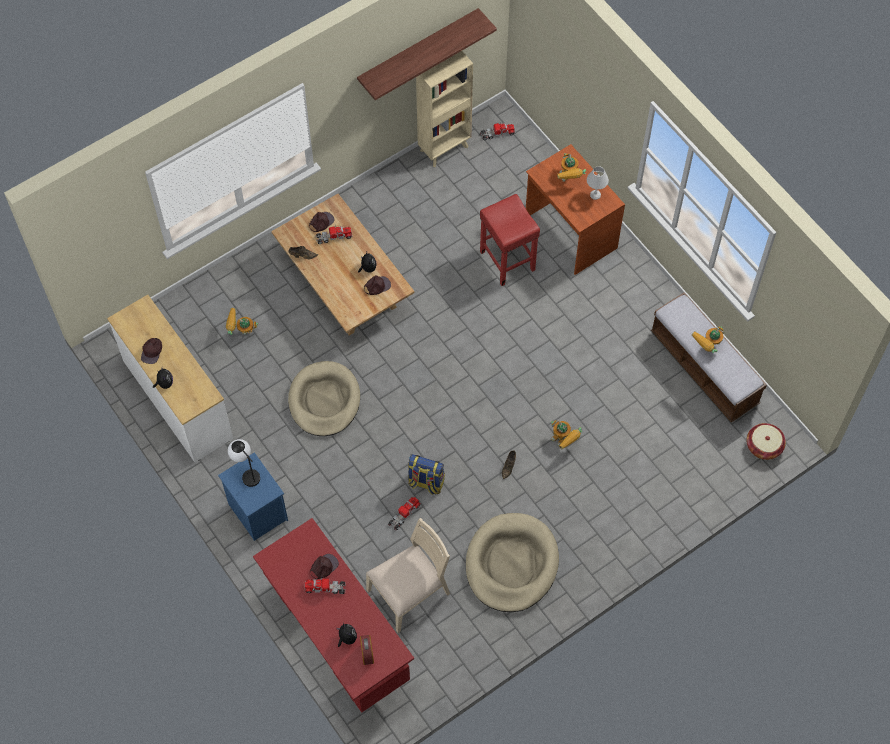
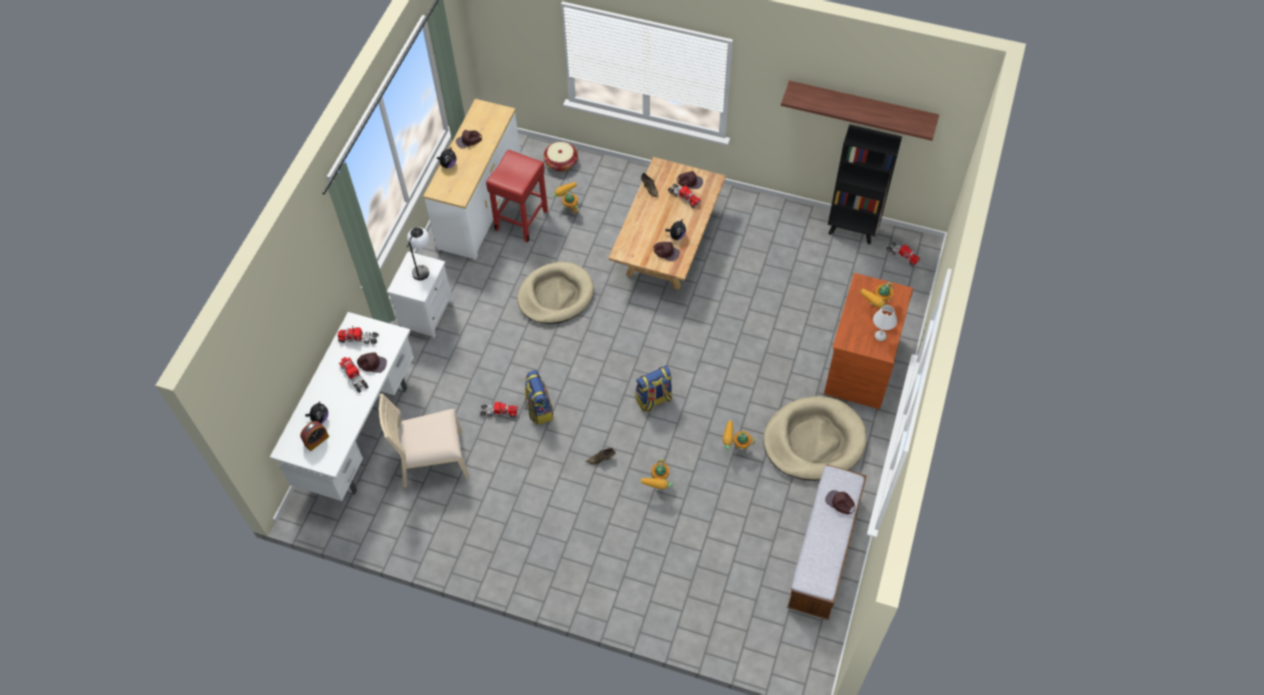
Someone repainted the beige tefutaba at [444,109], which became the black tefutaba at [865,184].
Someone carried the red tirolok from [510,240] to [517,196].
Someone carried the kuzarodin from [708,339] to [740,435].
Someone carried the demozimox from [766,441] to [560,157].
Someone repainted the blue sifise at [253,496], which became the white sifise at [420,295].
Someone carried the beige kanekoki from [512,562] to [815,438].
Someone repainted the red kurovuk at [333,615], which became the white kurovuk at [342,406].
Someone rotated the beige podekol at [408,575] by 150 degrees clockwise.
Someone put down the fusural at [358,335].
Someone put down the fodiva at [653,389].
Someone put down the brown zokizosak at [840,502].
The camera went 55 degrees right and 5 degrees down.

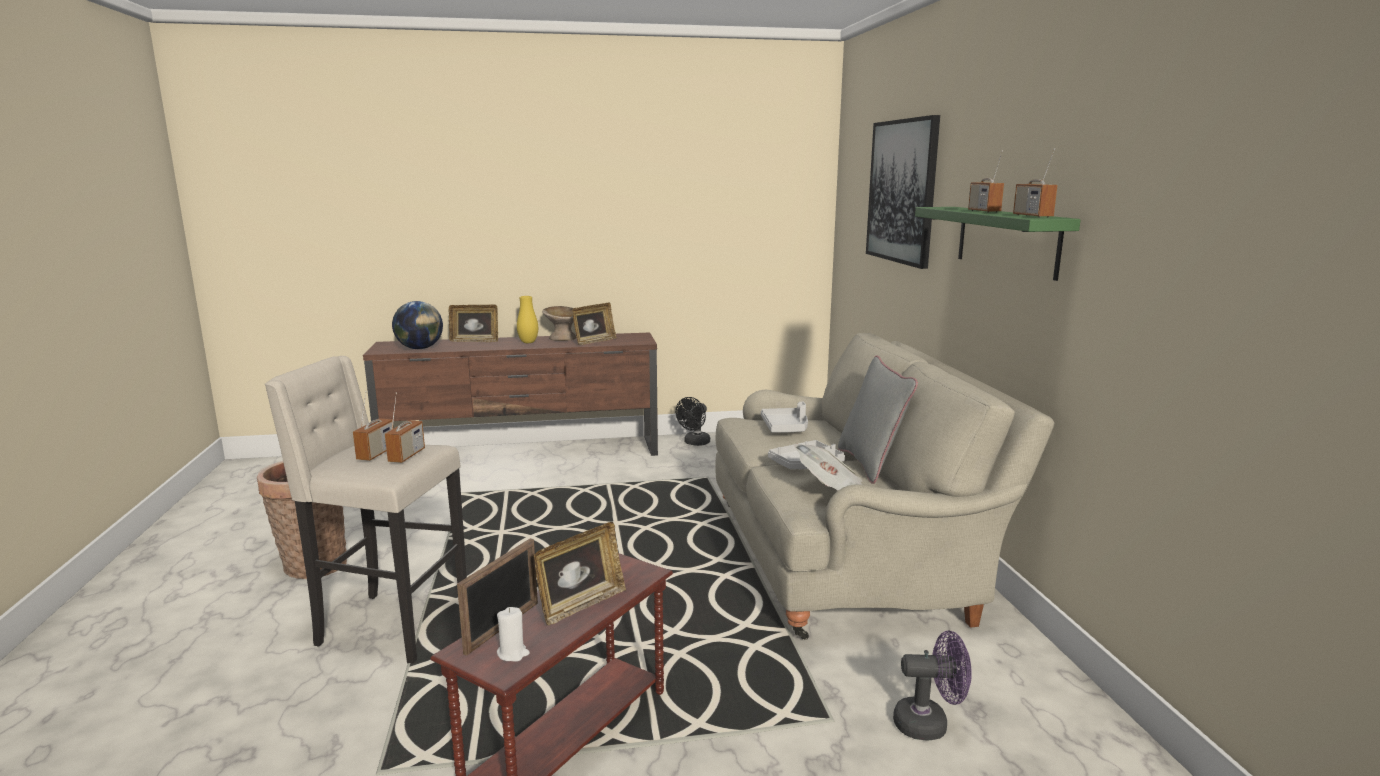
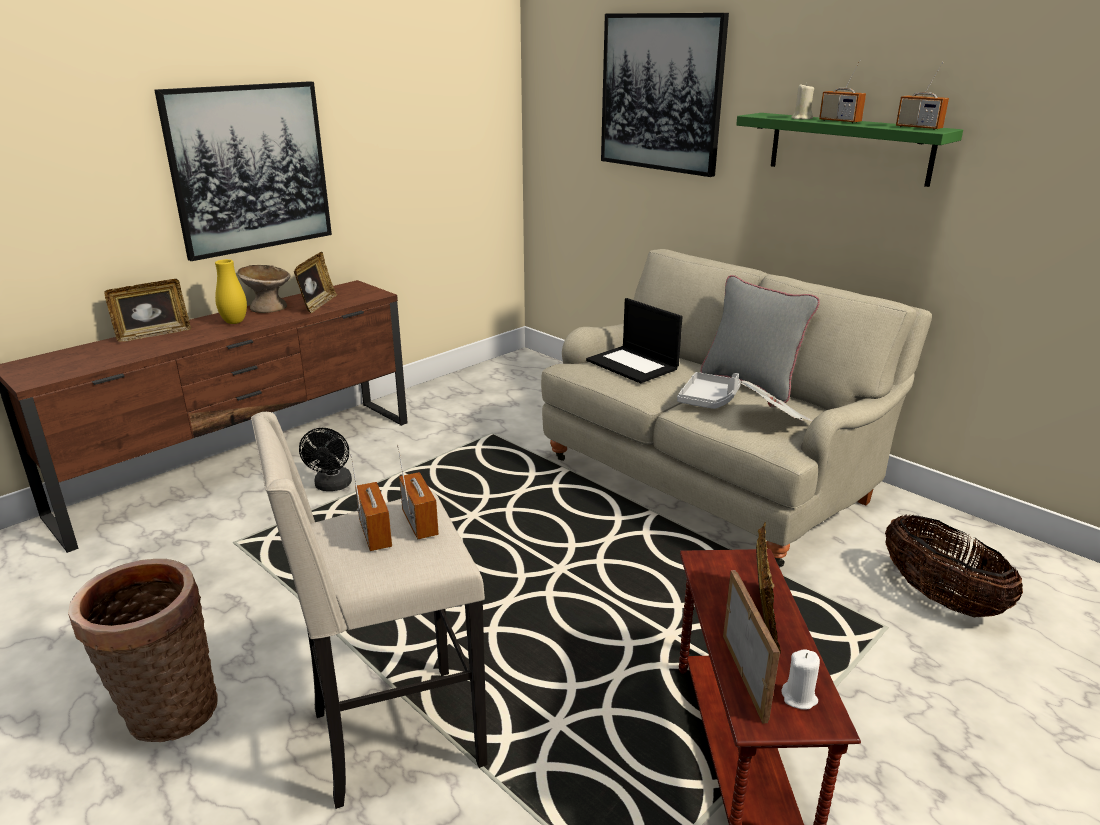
Someone took away the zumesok at [417,325].
Someone carried the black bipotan from [693,421] to [325,459].
Someone swapped the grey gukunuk at [784,416] for the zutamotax at [634,340].
Someone swapped the purple bipotan at [932,685] for the demozimox at [954,566].
Someone put up the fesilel at [243,171].
Someone put down the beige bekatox at [802,101].
The camera went 35 degrees left and 10 degrees up.

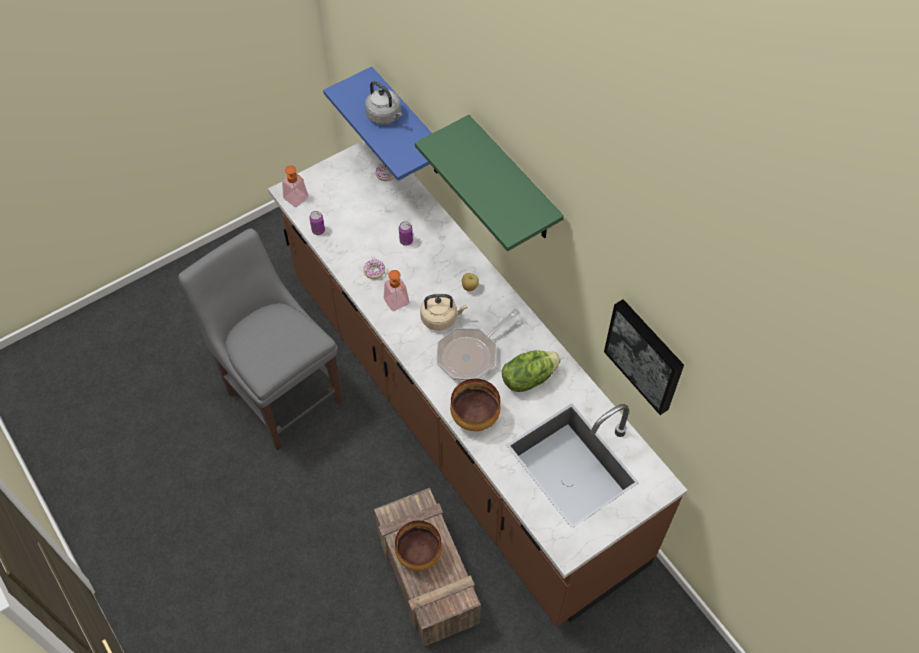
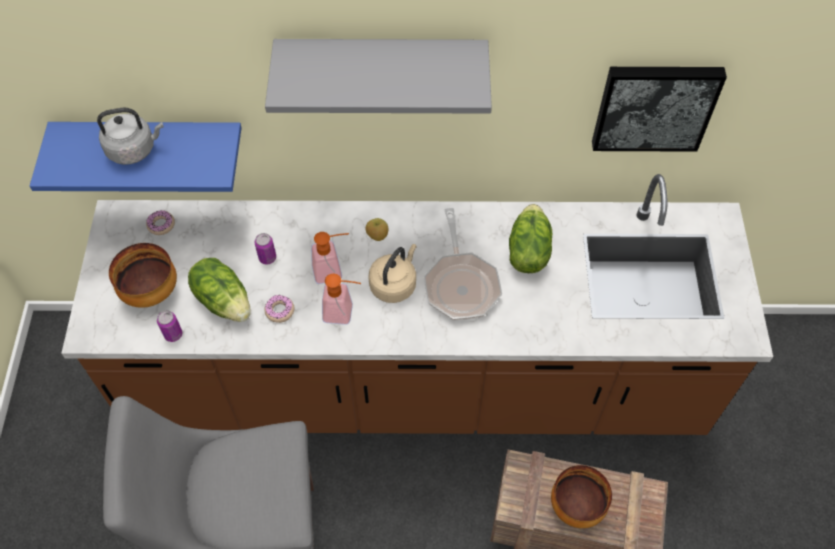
Someone repainted the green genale at [489,183], which became the grey genale at [378,76].
Someone carried the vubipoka from [295,186] to [330,258].
Someone carried the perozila from [475,405] to [143,275].
Someone put down the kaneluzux at [219,290].
The camera went 55 degrees left and 0 degrees up.

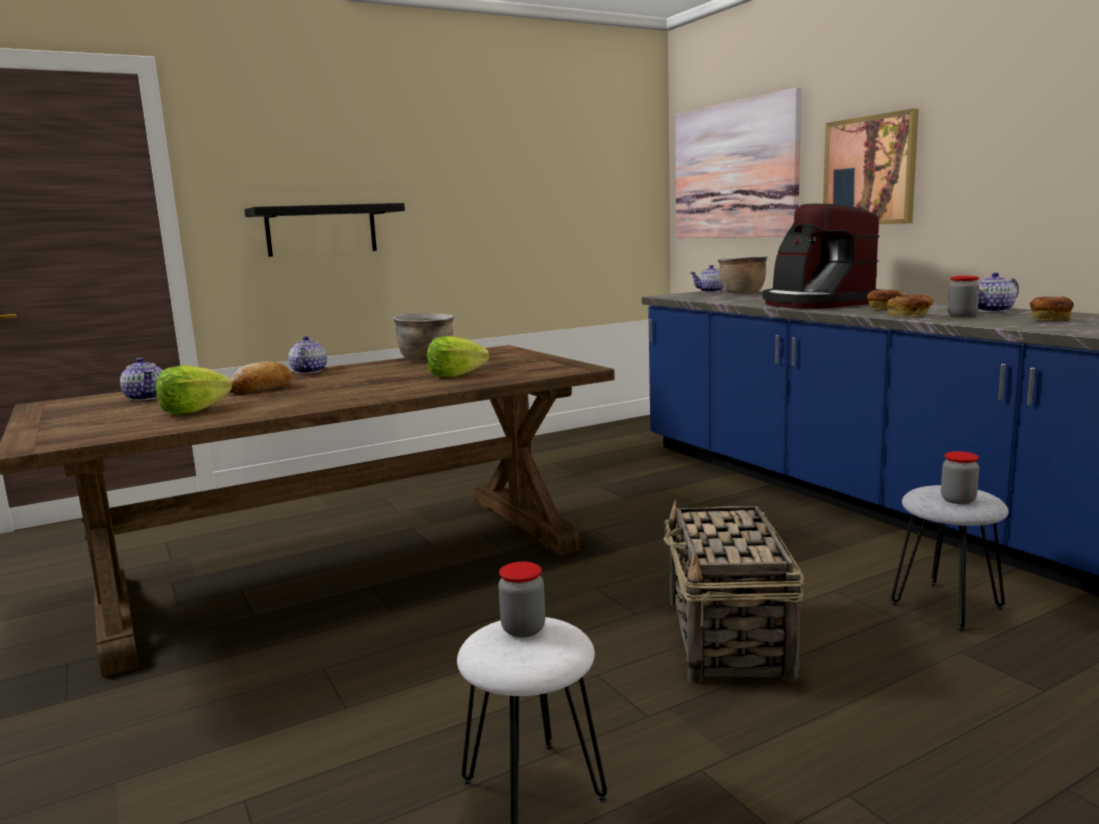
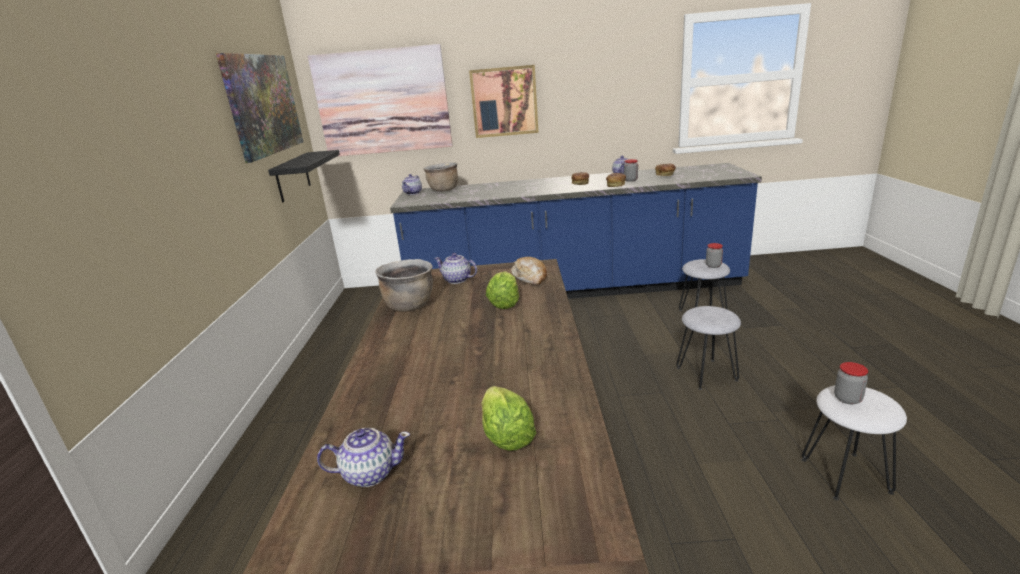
Someone carried the black genale from [324,230] to [304,176].
Someone took away the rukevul at [821,256].
Someone carried the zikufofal from [308,355] to [455,268].
Someone carried the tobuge from [261,377] to [529,271].
Someone swapped the demozimox at [734,591] for the grey tirolok at [708,348].
Someone put up the fesilel at [259,108].
The camera went 60 degrees left and 10 degrees up.

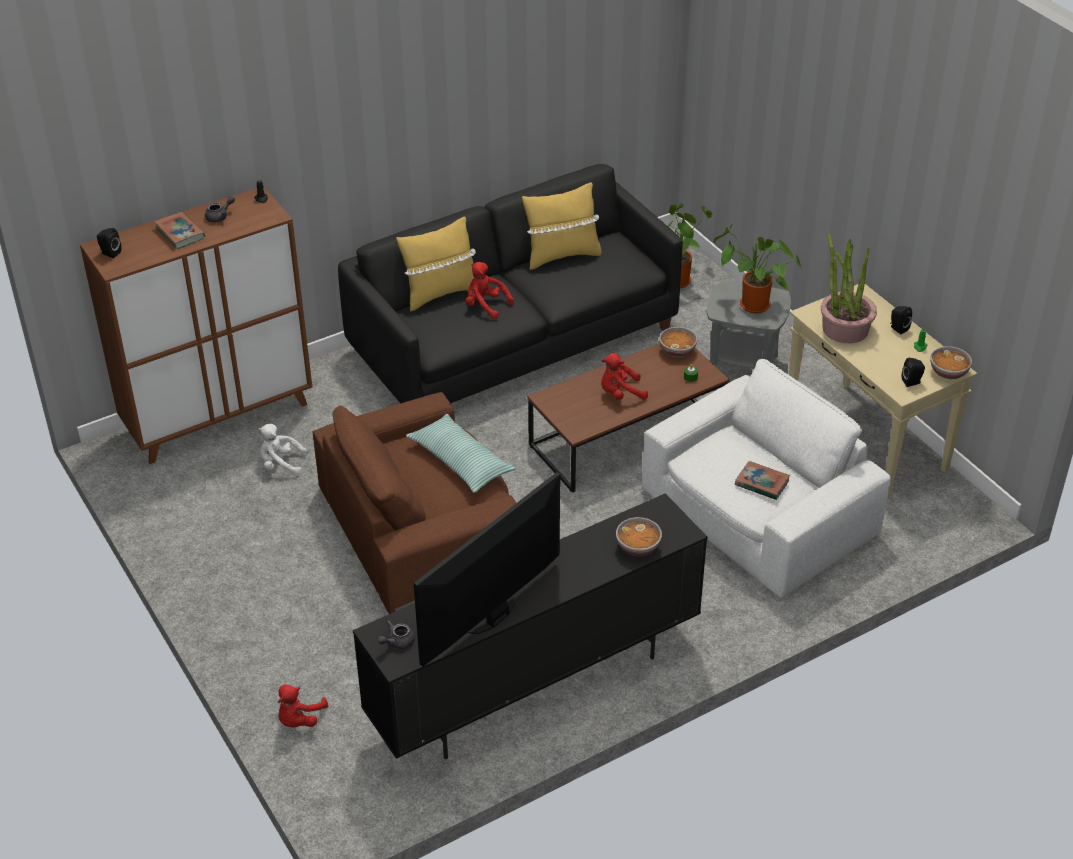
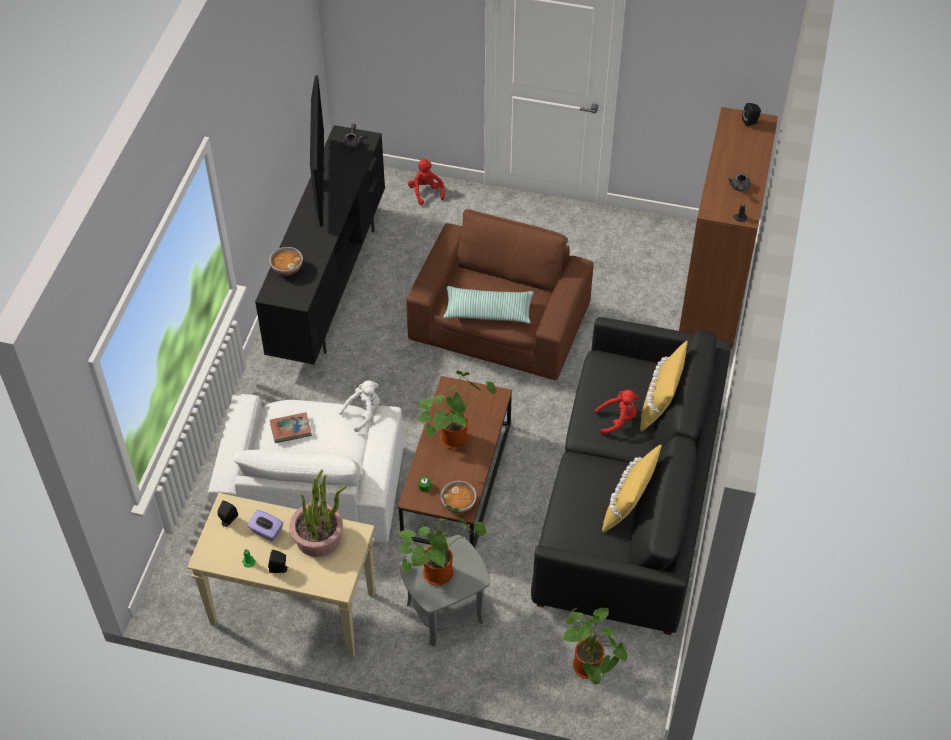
Someone took away the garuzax at [179,230].
Someone took away the perozila at [951,362].
Someone swapped the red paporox at [624,376] for the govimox at [457,410].
Someone carried the white paporox from [283,450] to [359,406].
Someone put down the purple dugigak at [265,525].
The camera went 135 degrees right and 10 degrees up.

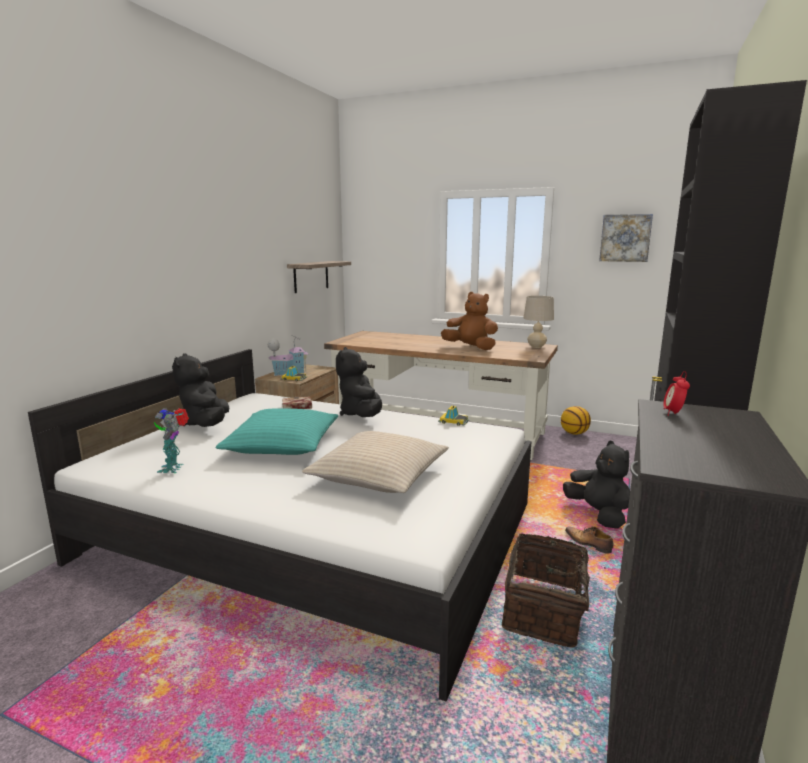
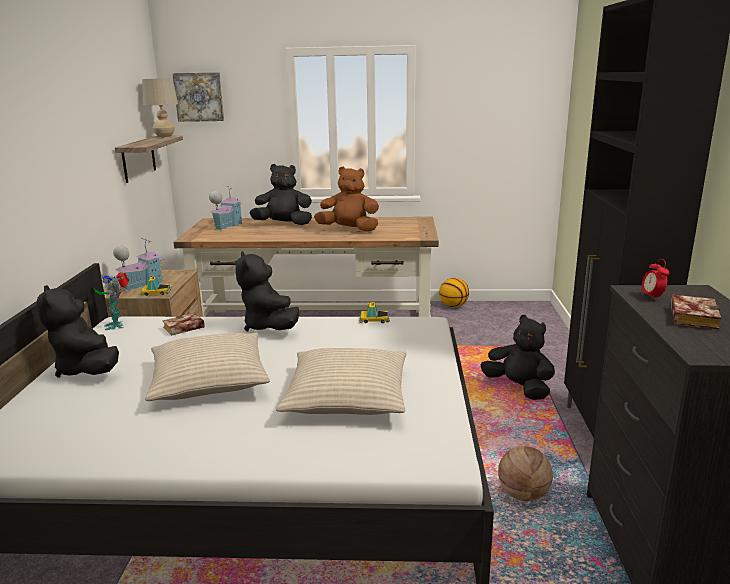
Someone carried the fesilel from [626,238] to [198,97].
Someone carried the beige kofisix from [538,322] to [160,108].
Someone carried the kuzarodin from [171,440] to [111,301].
Someone repainted the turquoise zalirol at [277,431], which became the beige zalirol at [207,367].
Someone took away the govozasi at [589,540].
Someone swapped the demozimox at [554,590] for the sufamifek at [525,473].
Someone put down the black paporox at [281,194].
Someone put down the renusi at [225,207].
Someone put down the garuzax at [696,312].
The camera went 20 degrees left and 5 degrees up.

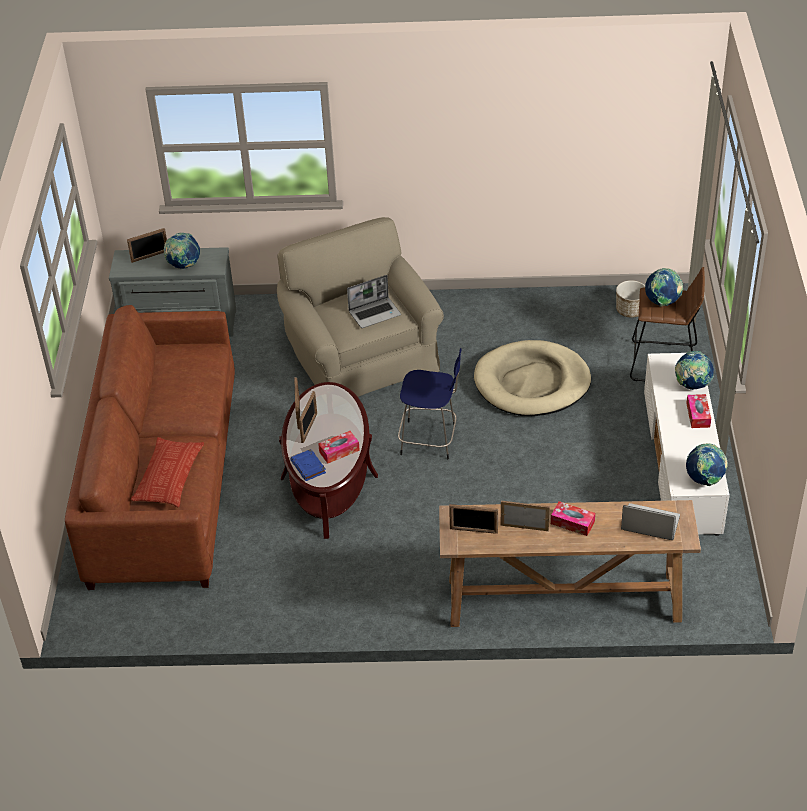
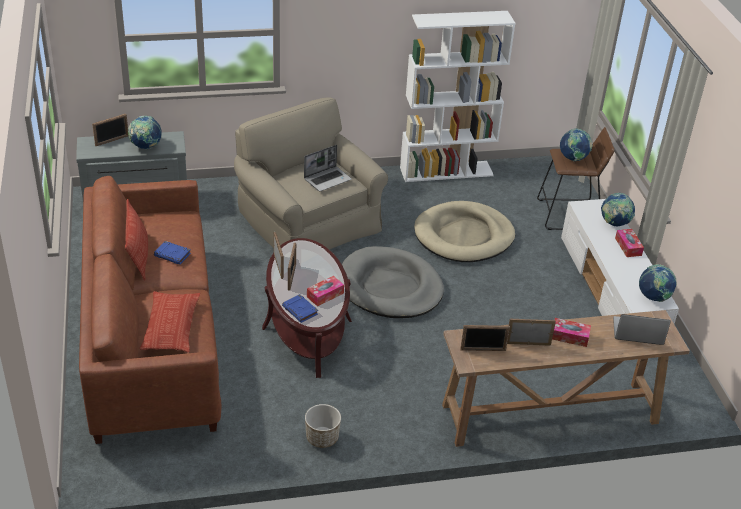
Someone carried the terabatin from [630,299] to [323,426].
Someone swapped the blue tirolok at [430,403] for the grey kanekoki at [393,282].
Someone put down the white tefutaba at [458,96].
Someone put down the zalirol at [136,240].
Someone put down the blue garuzax at [172,253].
The camera went 15 degrees left and 5 degrees down.

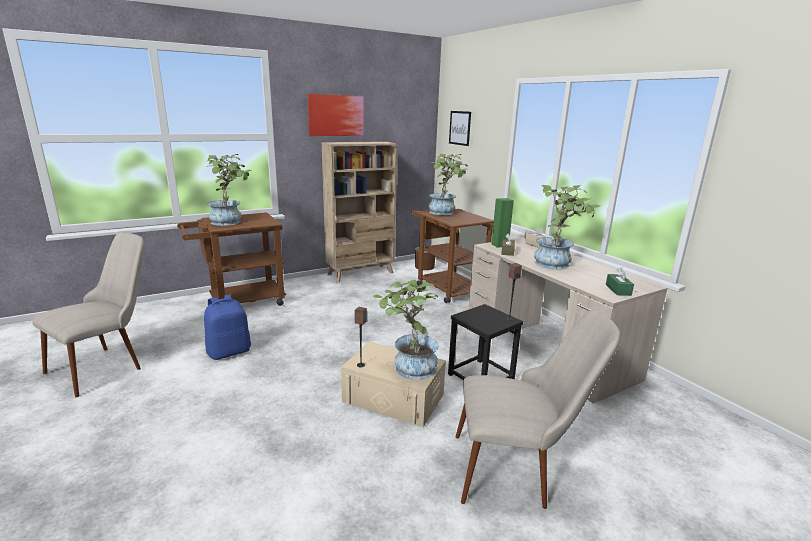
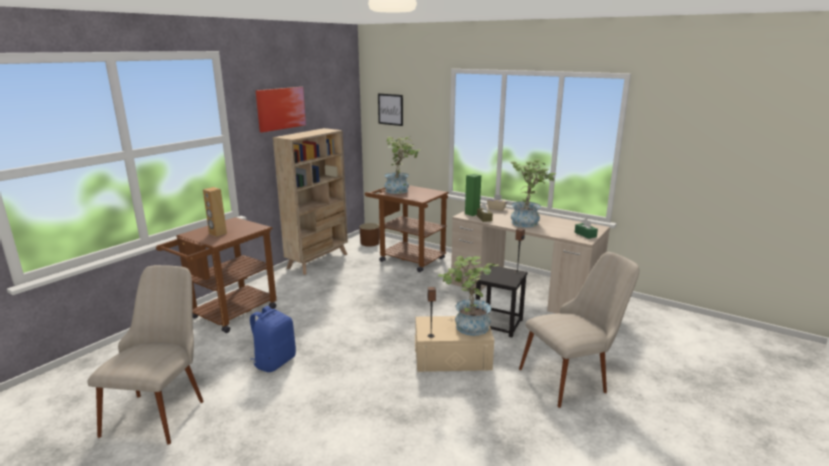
Someone swapped the govimox at [229,190] for the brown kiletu at [215,212].
The camera went 25 degrees left and 0 degrees up.

